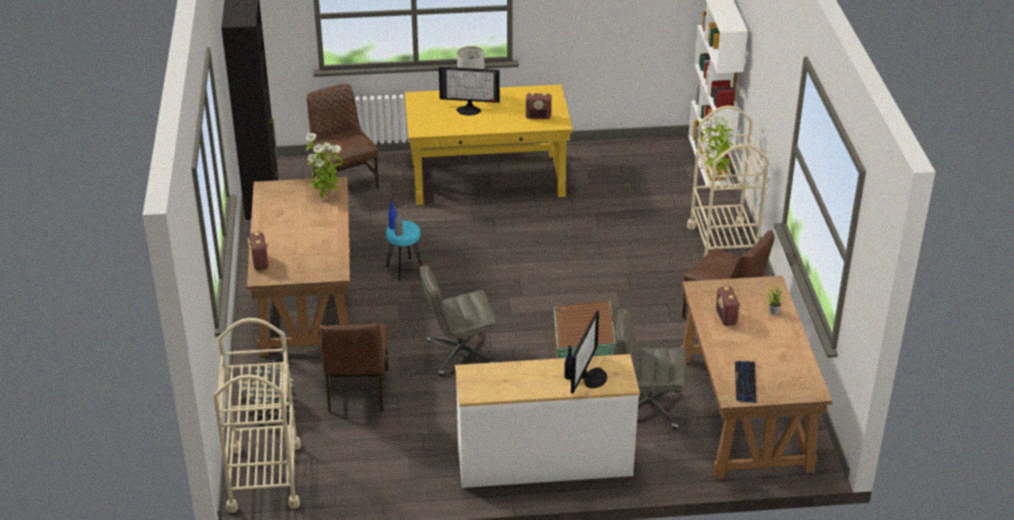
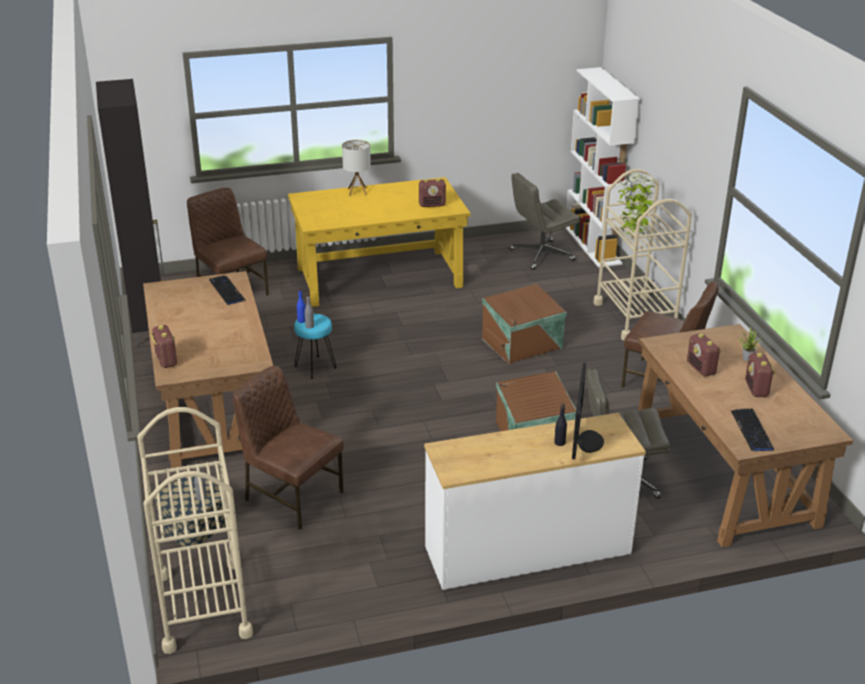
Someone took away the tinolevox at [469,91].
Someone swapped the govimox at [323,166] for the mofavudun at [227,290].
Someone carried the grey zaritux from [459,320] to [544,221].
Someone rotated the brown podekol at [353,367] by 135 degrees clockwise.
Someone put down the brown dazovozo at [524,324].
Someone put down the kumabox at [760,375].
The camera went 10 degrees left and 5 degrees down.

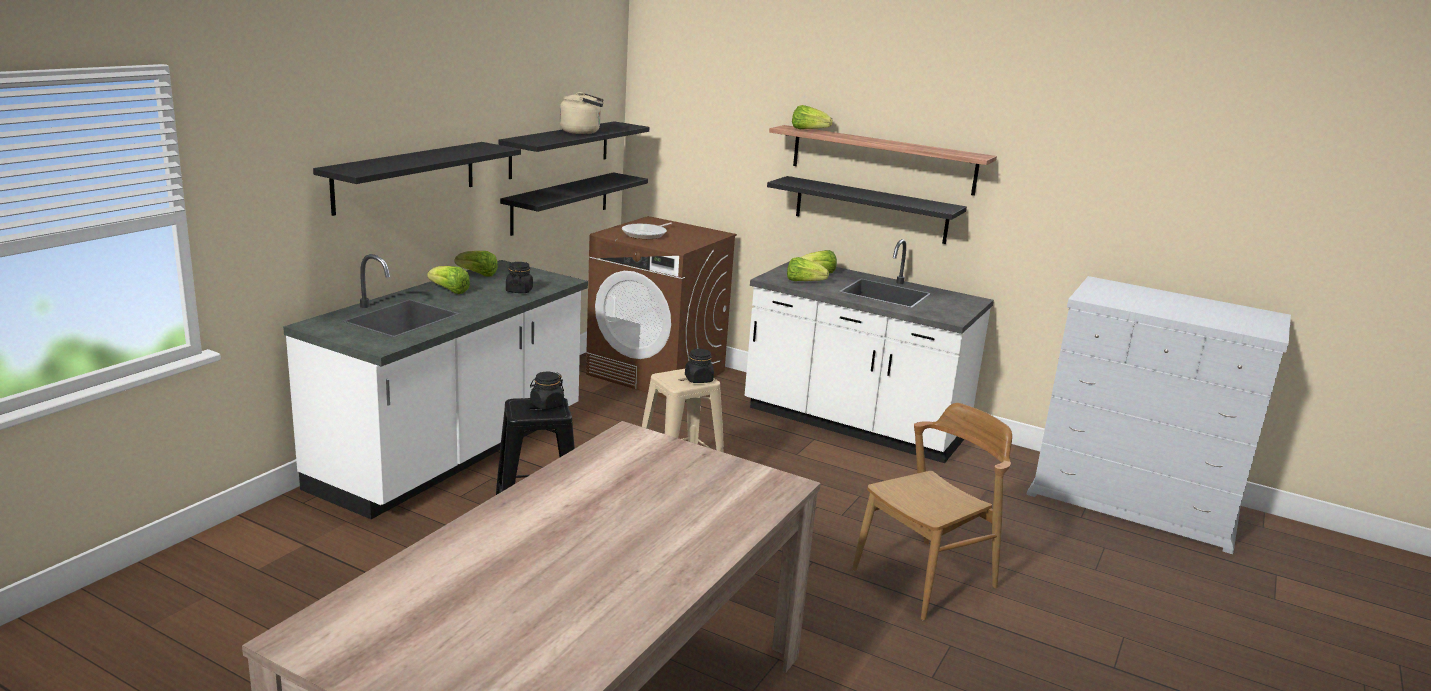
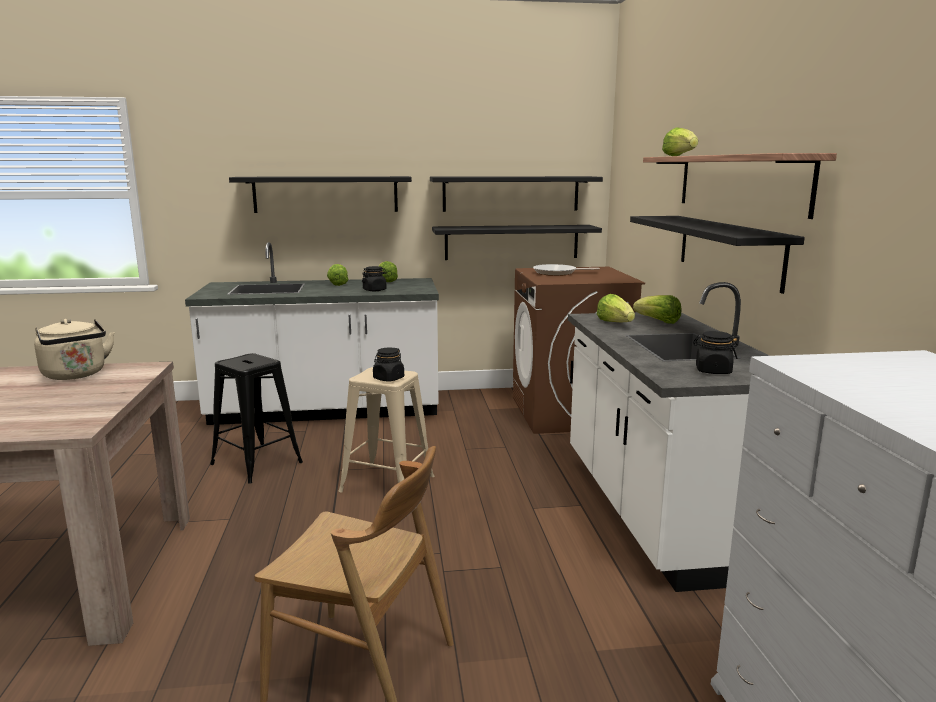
Someone carried the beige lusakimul from [582,113] to [74,349].
Someone carried the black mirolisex from [547,391] to [715,352].
The camera went 55 degrees right and 5 degrees down.

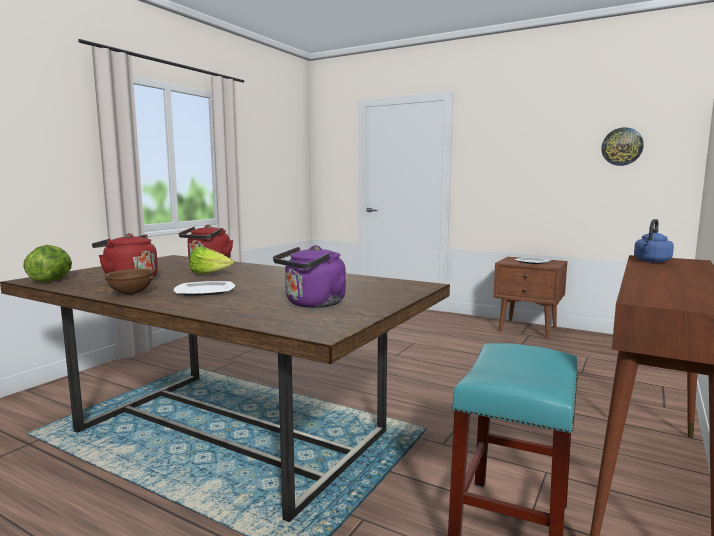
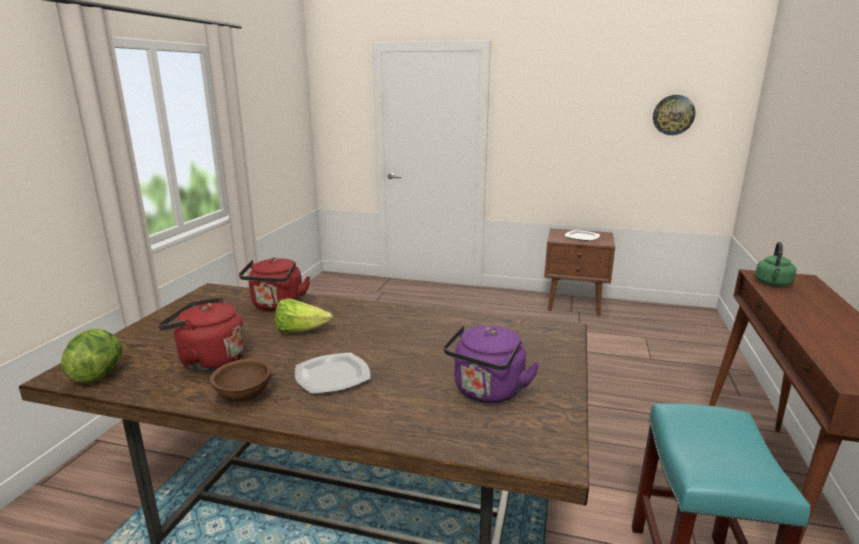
Someone repainted the blue lusakimul at [654,240], which became the green lusakimul at [776,264].
The camera went 15 degrees left and 10 degrees up.

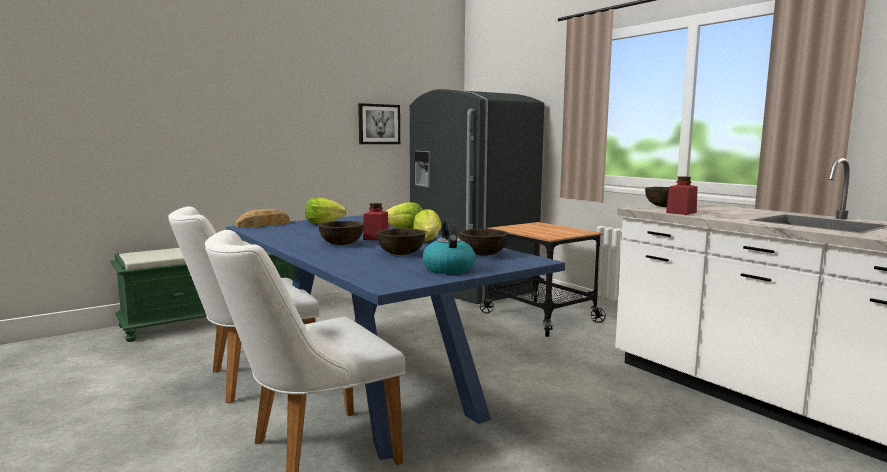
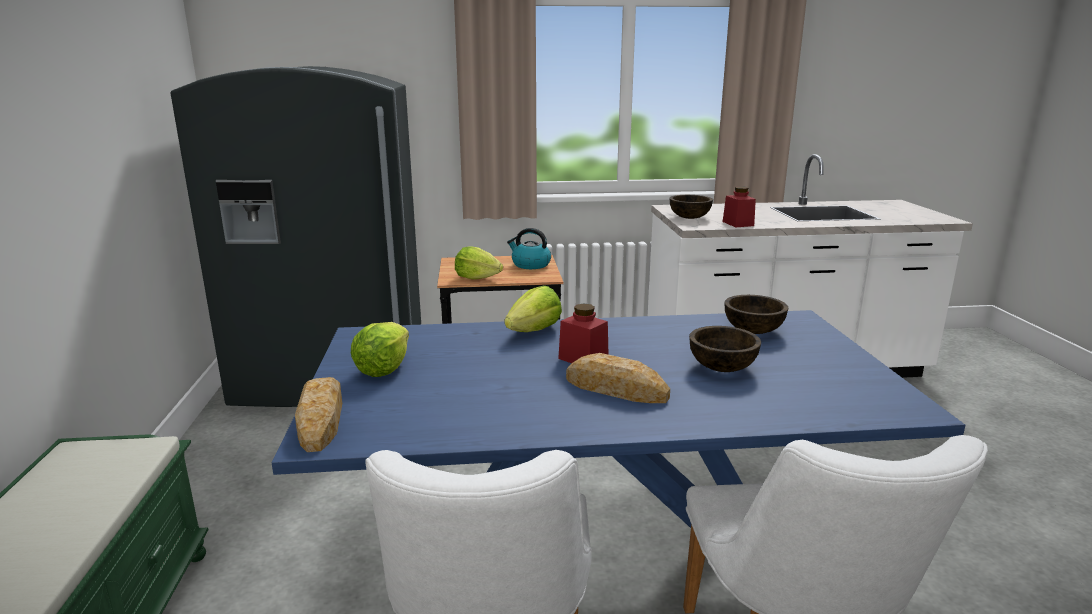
Someone took away the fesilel at [379,123].
Someone carried the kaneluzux from [427,225] to [479,263].
Someone carried the lusakimul from [449,246] to [529,248].
Someone swapped the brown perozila at [341,233] for the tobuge at [618,378].
The camera went 60 degrees left and 10 degrees up.

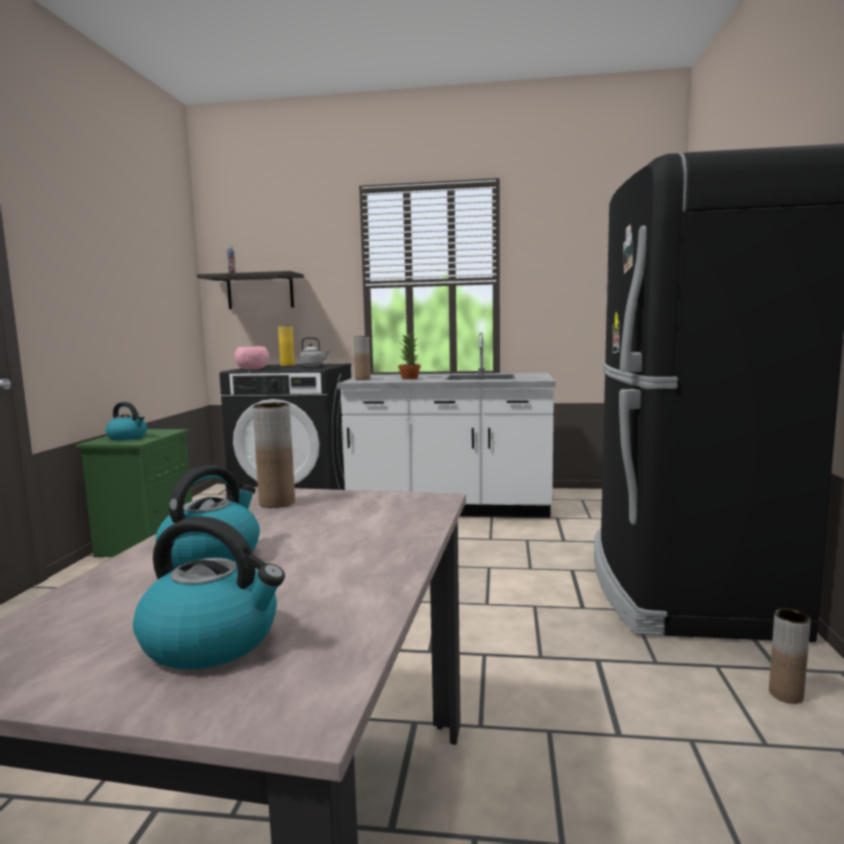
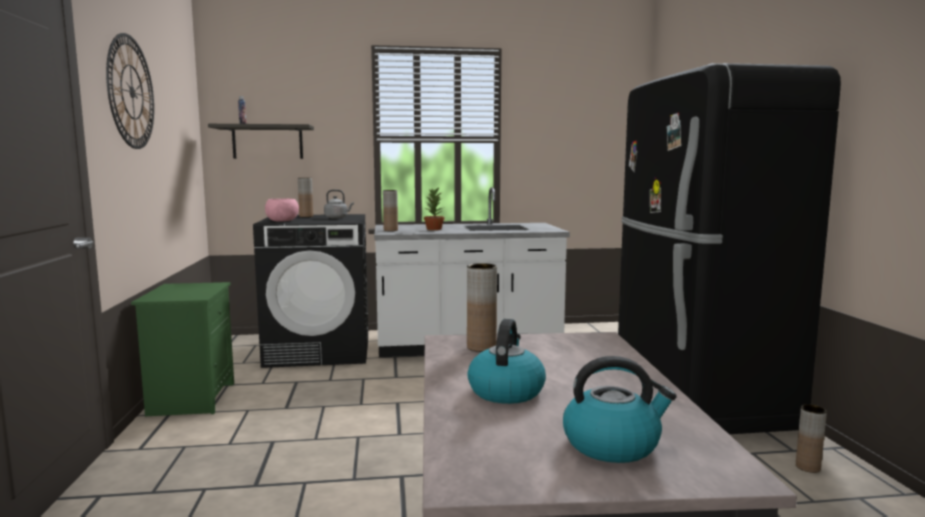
Someone repainted the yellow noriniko at [286,346], which became the brown noriniko at [305,197].
Someone took away the lusakimul at [126,421].
Someone put up the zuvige at [130,91].
The camera went 15 degrees left and 0 degrees up.

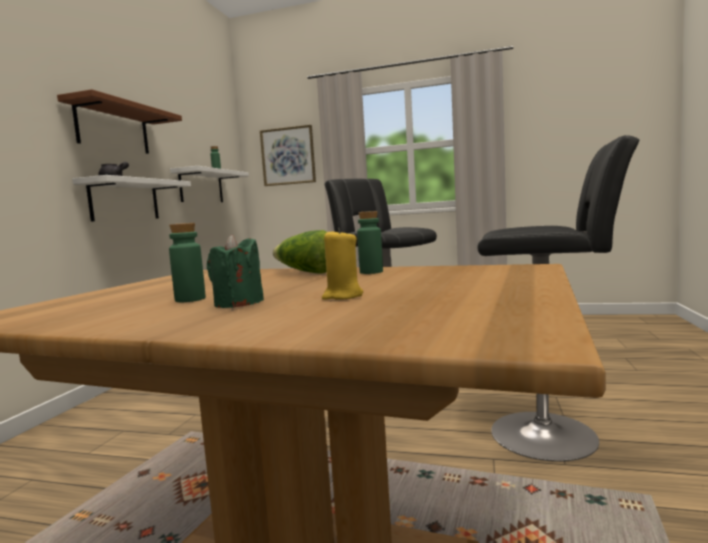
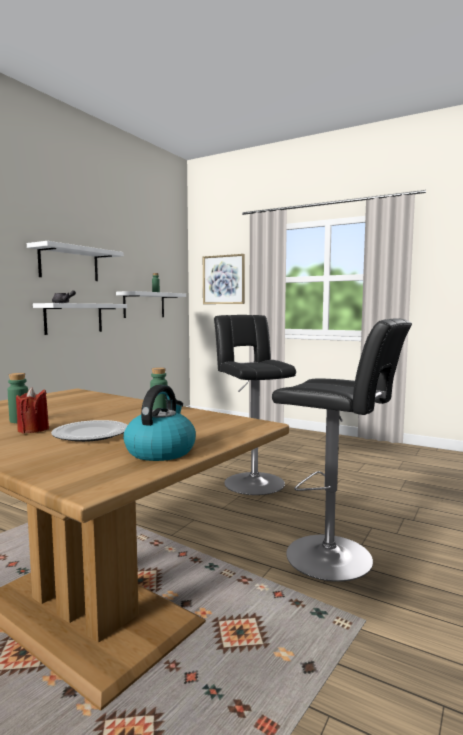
Someone repainted the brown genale at [119,121], which became the white genale at [75,261].
Someone swapped the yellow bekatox at [342,264] for the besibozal at [89,431].
Someone took away the kaneluzux at [300,252].
Someone repainted the green bekatox at [235,271], which became the red bekatox at [32,410].
Someone put down the lusakimul at [159,423].
The camera went 15 degrees right and 0 degrees up.

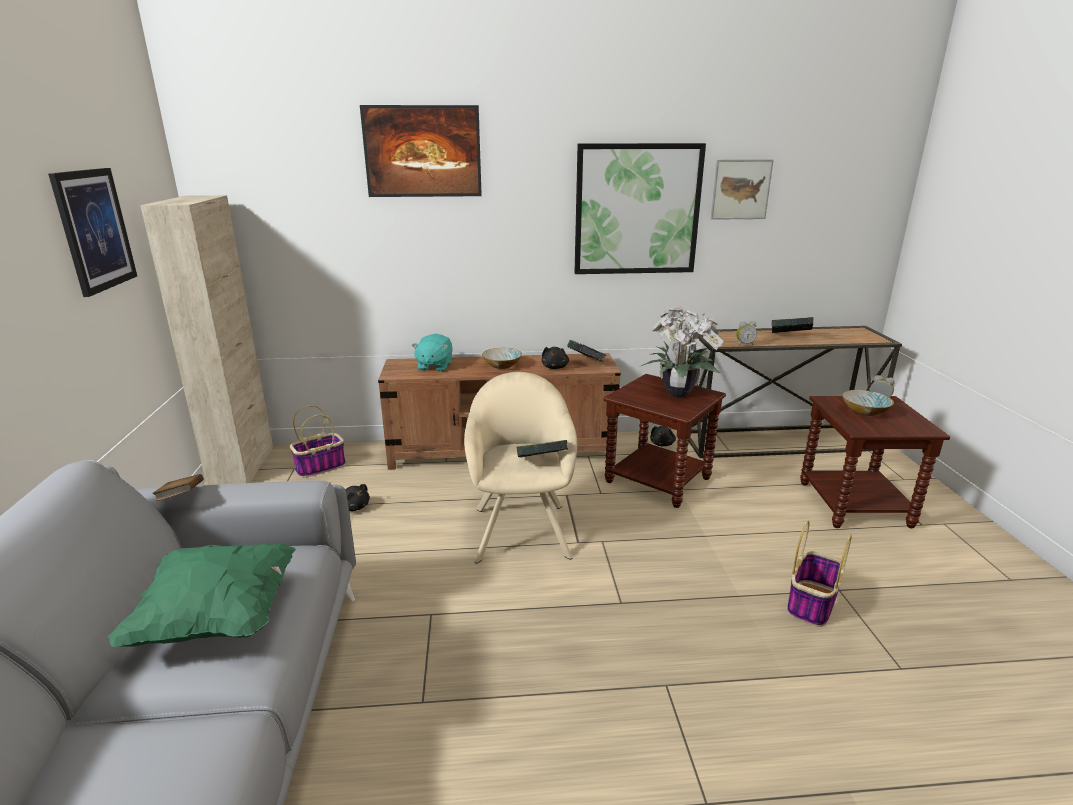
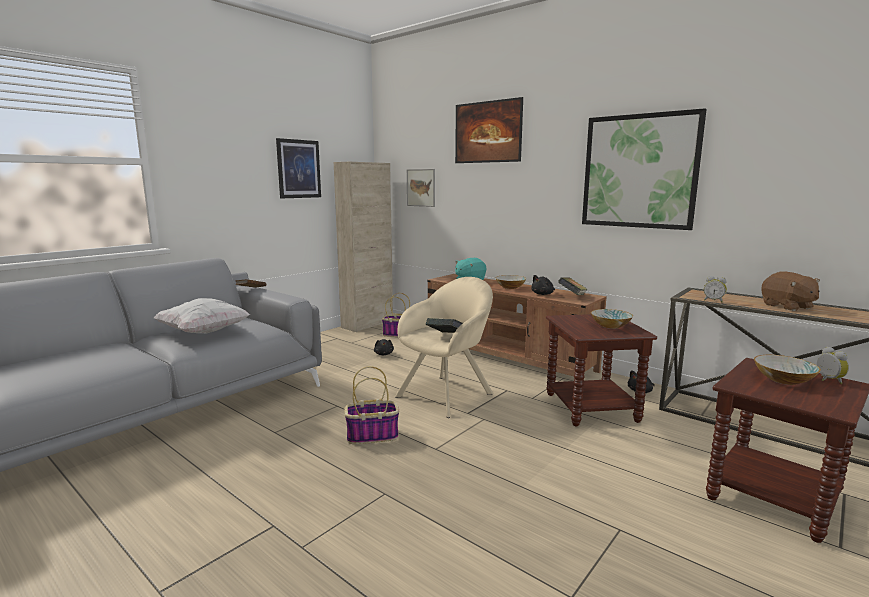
Someone carried the fesilel from [742,189] to [421,188].
Someone swapped the govimox at [681,351] for the perozila at [612,319].
Someone swapped the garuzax at [793,325] for the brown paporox at [790,291].
Someone carried the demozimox from [819,574] to [372,405].
Someone repainted the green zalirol at [201,595], which became the white zalirol at [202,315].
The camera went 45 degrees right and 10 degrees down.

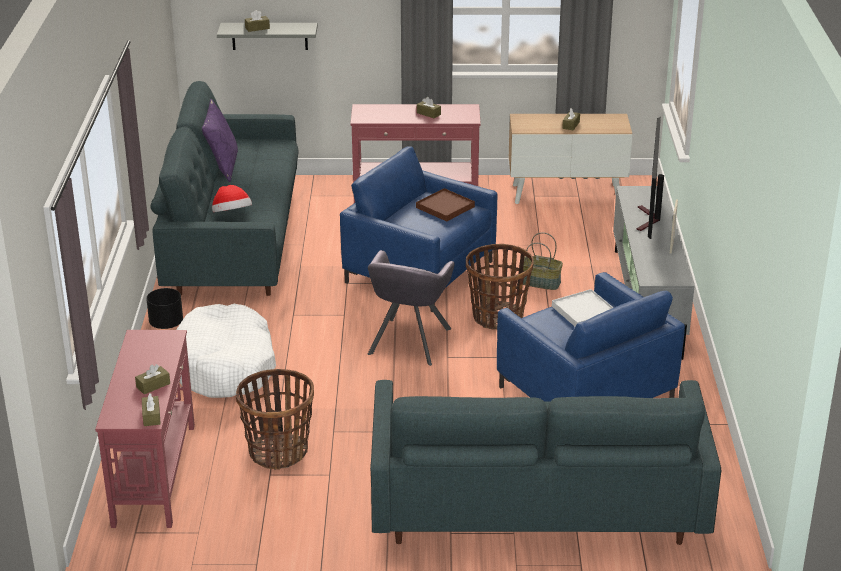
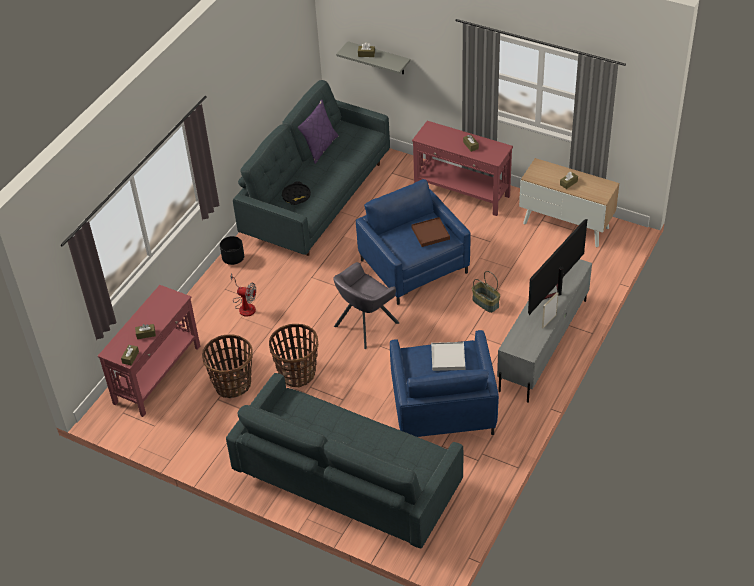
Someone swapped the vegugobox at [232,198] for the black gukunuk at [296,193].
Someone carried the demozimox from [500,287] to [293,356].
Someone swapped the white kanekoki at [226,351] for the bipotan at [243,295].
The camera went 30 degrees right and 15 degrees up.

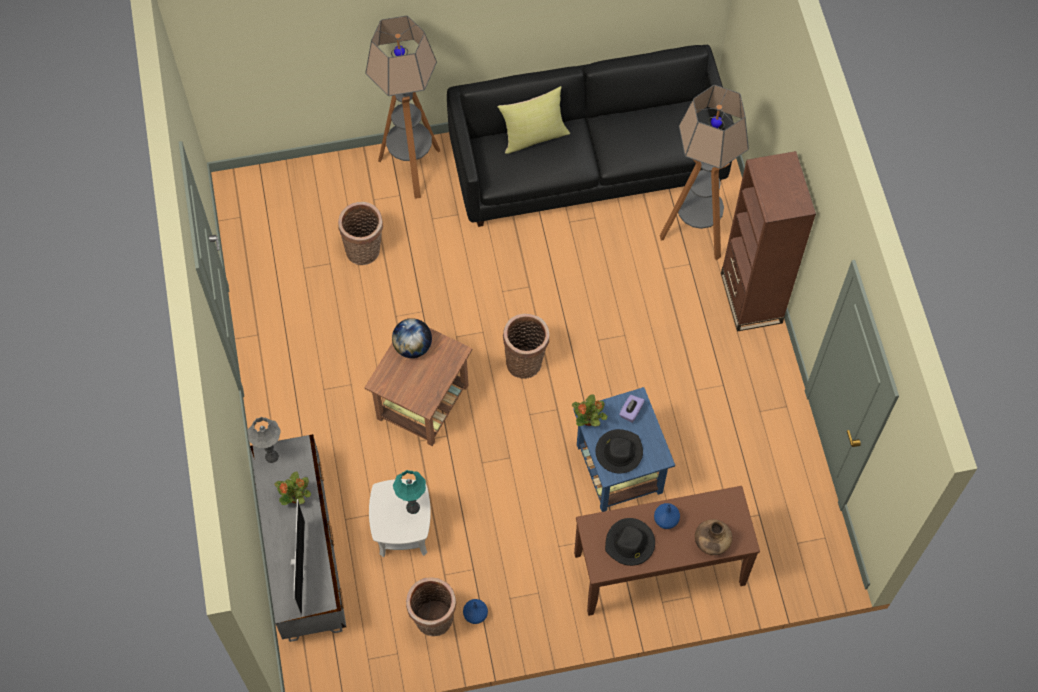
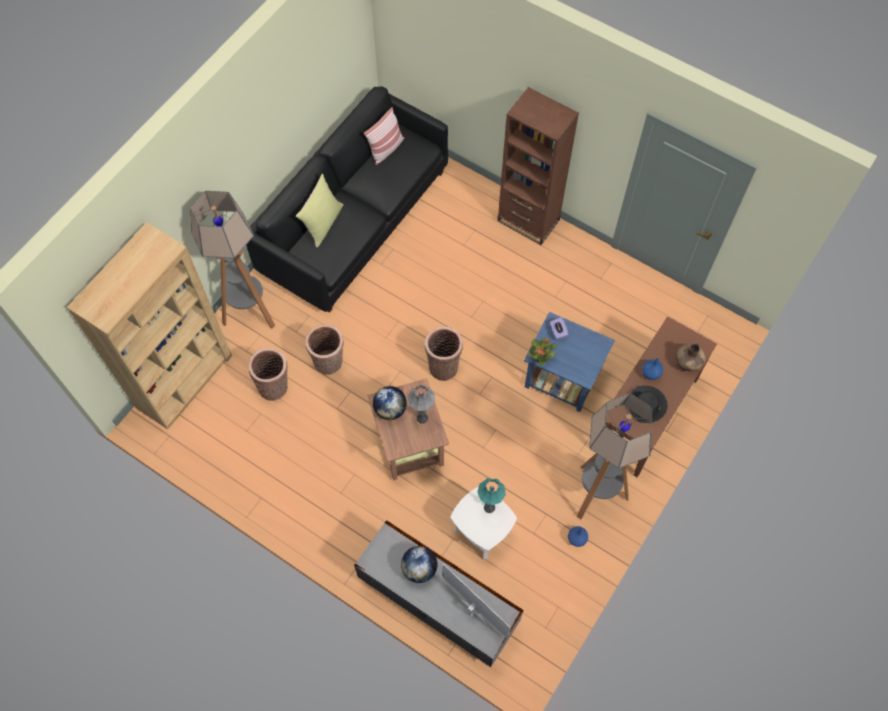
Someone carried the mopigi from [704,172] to [614,456].
Someone carried the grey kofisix from [264,440] to [421,404].
Someone took away the black vegugobox at [619,451].
Someone swapped the govimox at [292,488] for the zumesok at [419,564].
Someone carried the demozimox from [431,606] to [324,349].
Someone put down the zalirol at [384,136].
Someone put down the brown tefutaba at [149,325].
The camera went 45 degrees left and 0 degrees up.

